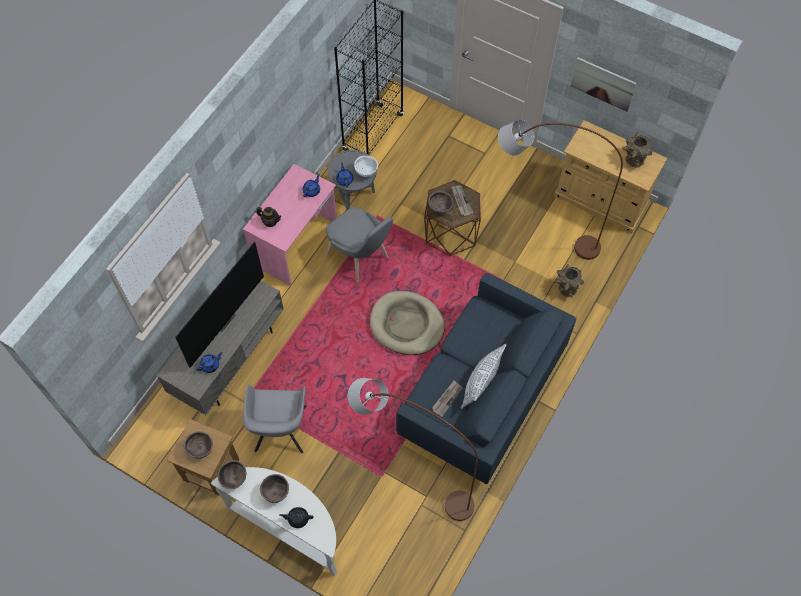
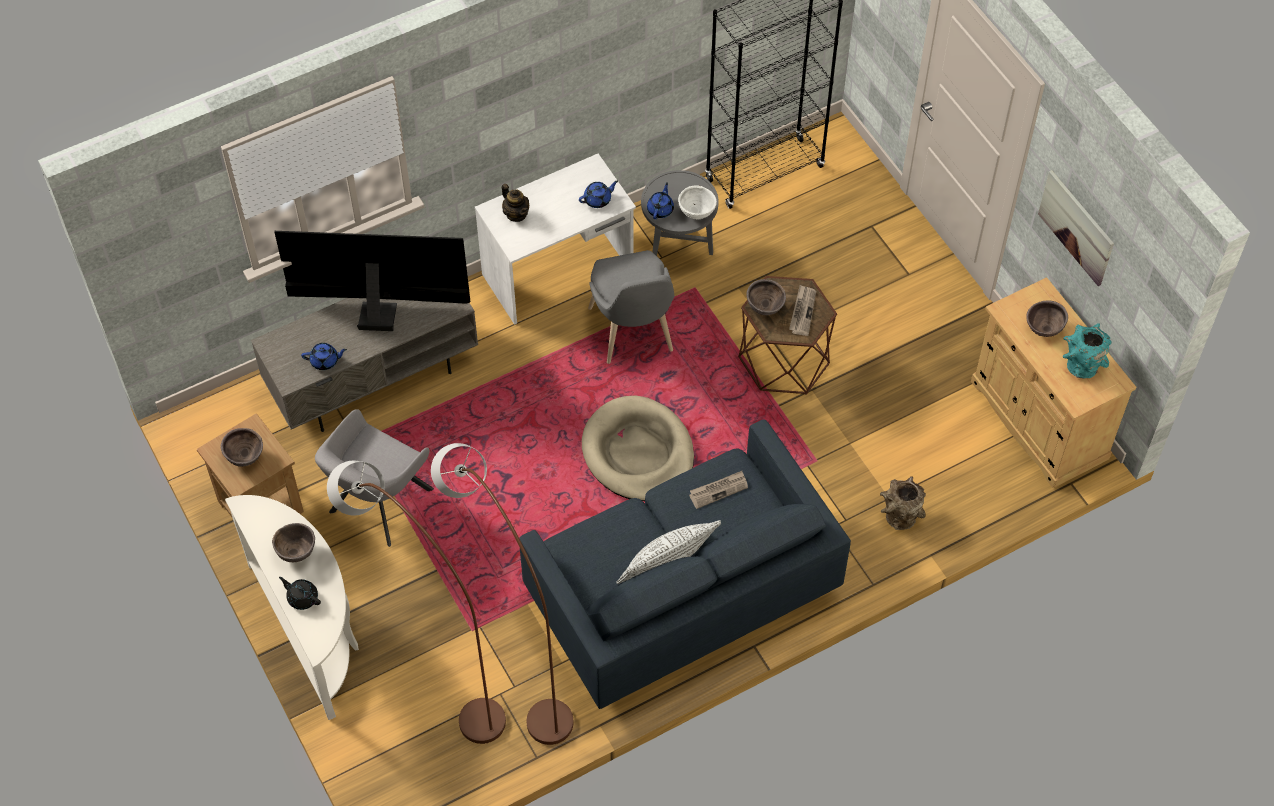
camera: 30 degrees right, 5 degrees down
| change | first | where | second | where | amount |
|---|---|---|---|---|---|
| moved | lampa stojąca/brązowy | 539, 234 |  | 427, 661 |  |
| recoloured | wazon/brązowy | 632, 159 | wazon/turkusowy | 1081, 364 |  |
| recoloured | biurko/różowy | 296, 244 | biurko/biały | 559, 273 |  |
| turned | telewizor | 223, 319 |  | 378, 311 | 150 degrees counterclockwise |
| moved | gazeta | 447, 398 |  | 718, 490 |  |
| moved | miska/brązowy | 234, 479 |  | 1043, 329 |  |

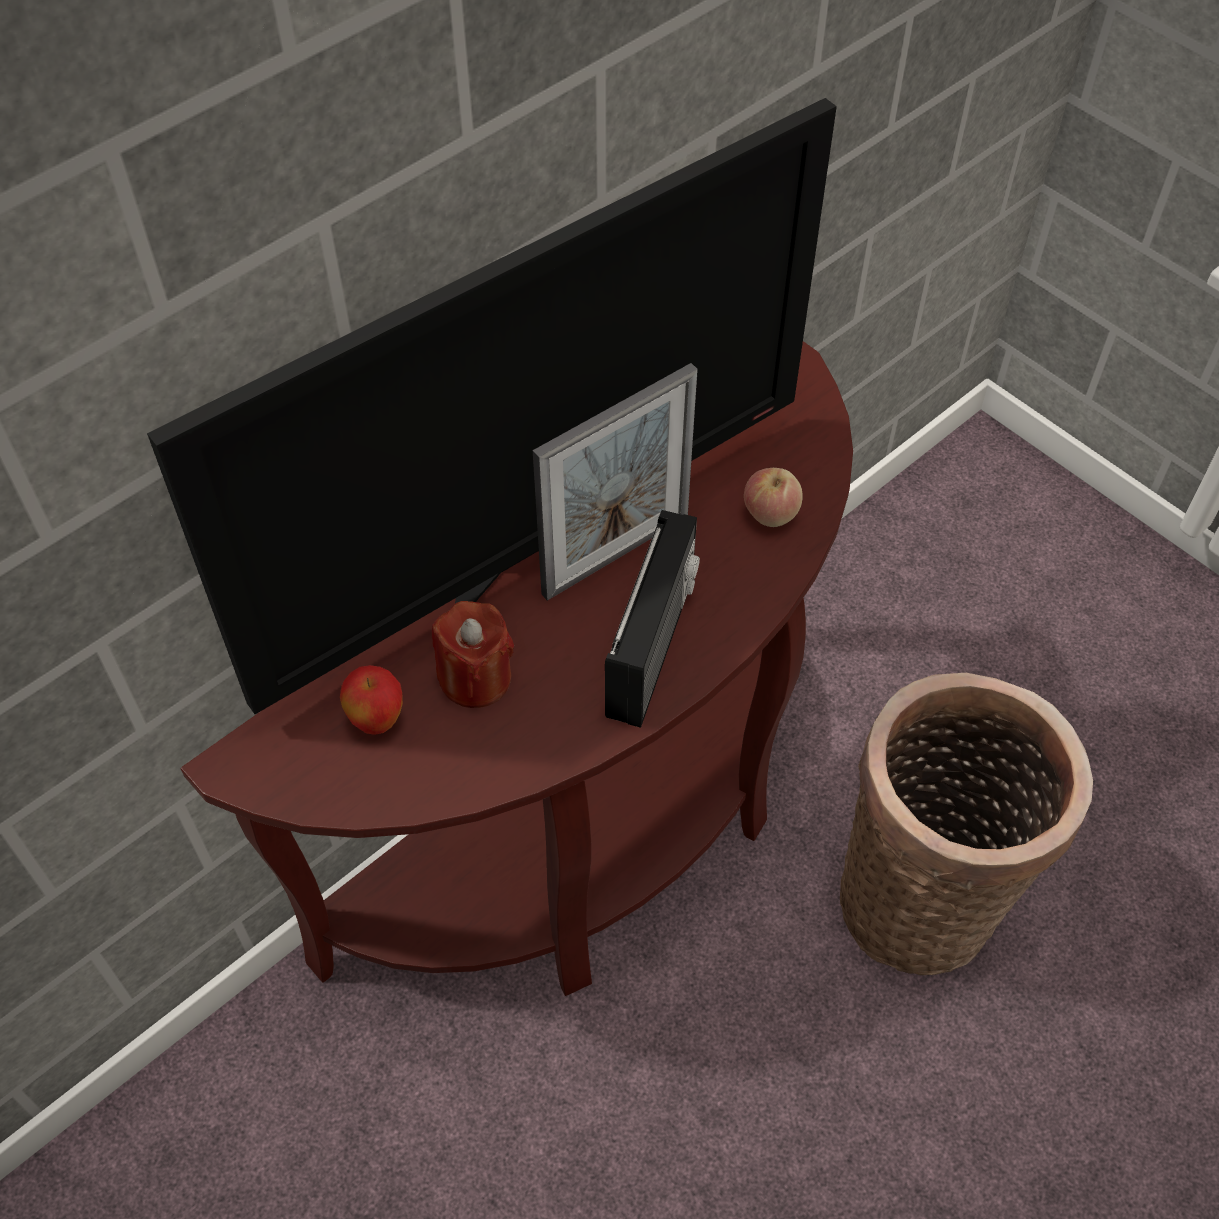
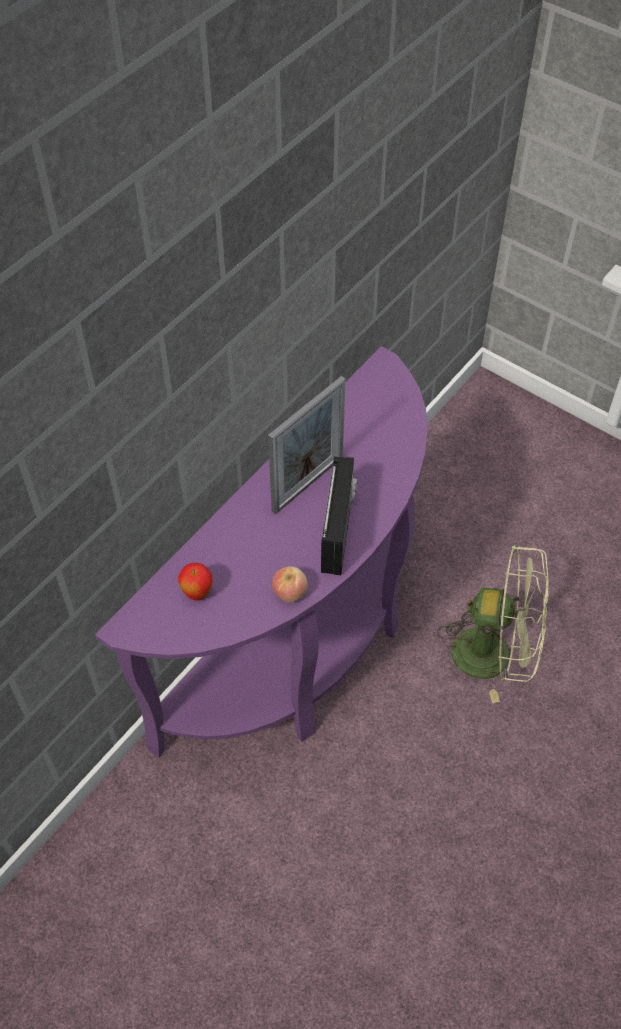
camera: 10 degrees left, 0 degrees up
| change | first | where | second | where | amount |
|---|---|---|---|---|---|
| removed | telewizor | 534, 555 |  |  |  |
| recoloured | stolik konsolowy/brązowy | 597, 835 | stolik konsolowy/fioletowy | 301, 649 |  |
| moved | jabłko | 770, 513 |  | 289, 592 |  |
| removed | świeca/czerwony | 475, 678 |  |  |  |
| replaced | koszyk | 924, 897 | wentylator/zielony | 495, 654 |  |

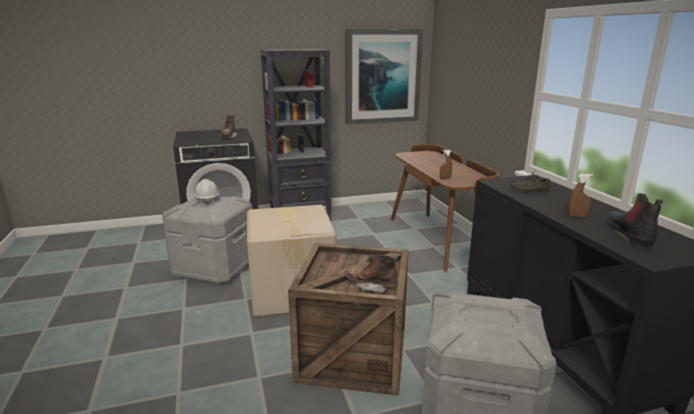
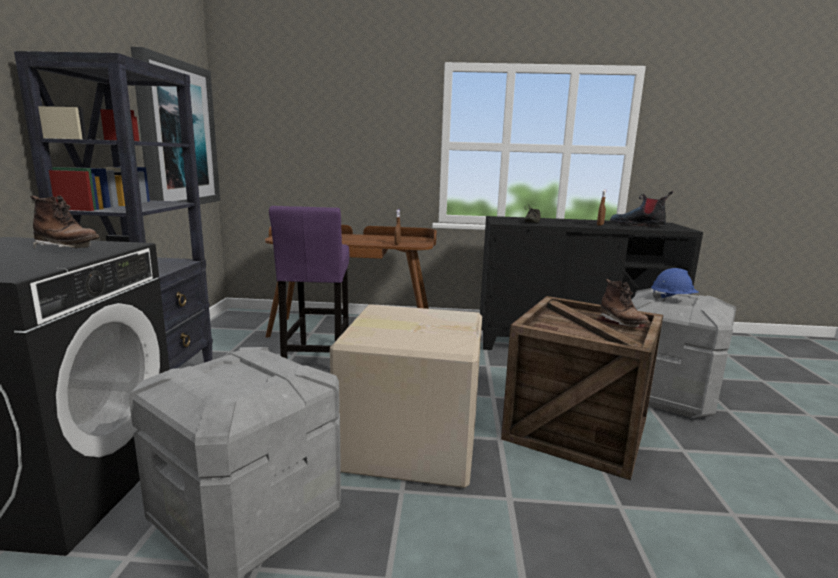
camera: 70 degrees left, 5 degrees down
| change | first | where | second | where | amount |
|---|---|---|---|---|---|
| removed | kask/biały | 207, 200 |  |  |  |
| turned | but z cholewką/brązowy | 370, 286 |  | 621, 324 | 60 degrees counterclockwise |
| added |  |  | stołek/fioletowy | 317, 360 |  |
| added |  |  | kask/niebieski | 672, 298 |  |

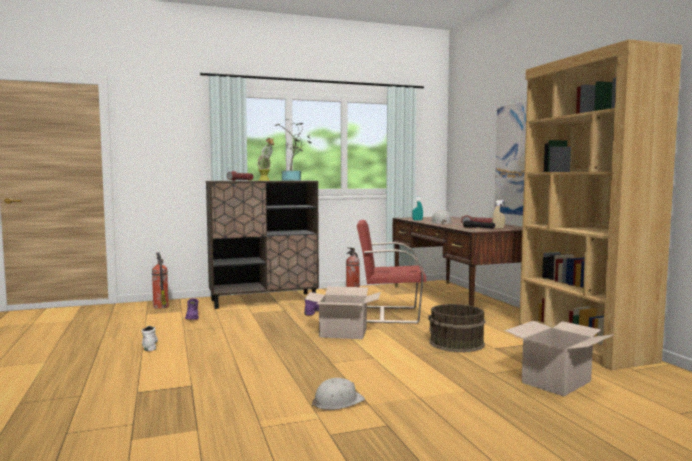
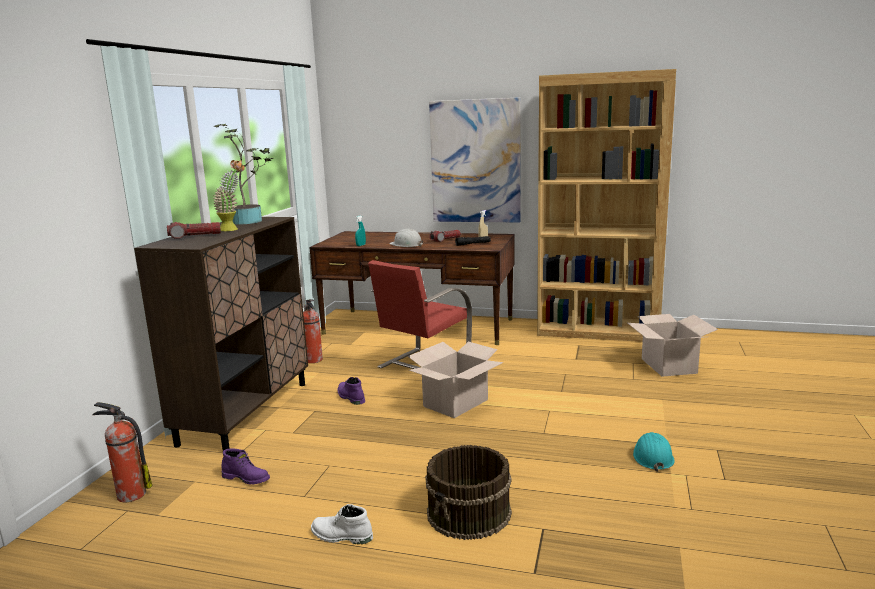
camera: 55 degrees left, 10 degrees up
| change | first | where | second | where | amount |
|---|---|---|---|---|---|
| moved | wiadro/brązowy | 456, 343 |  | 469, 513 |  |
| recoloured | kask/biały | 337, 402 | kask/turkusowy | 652, 457 |  |

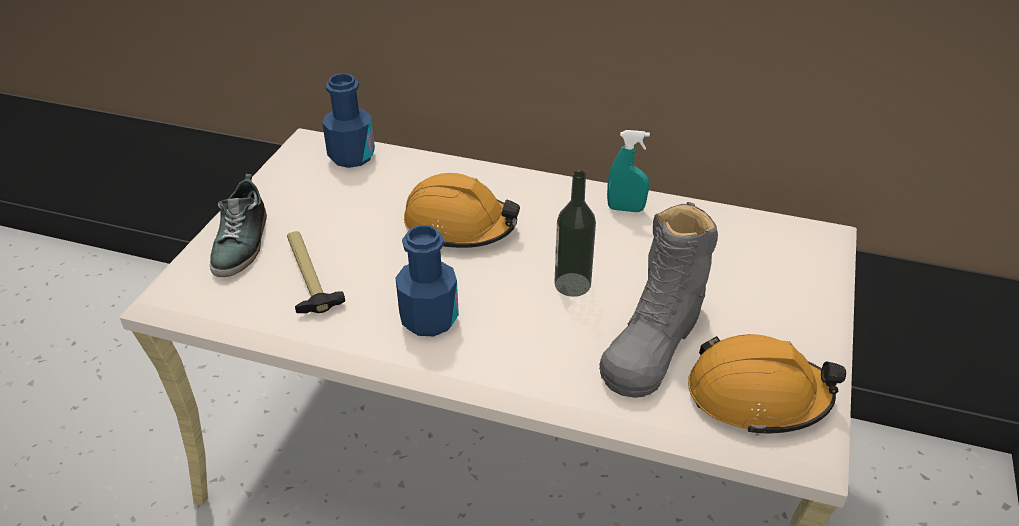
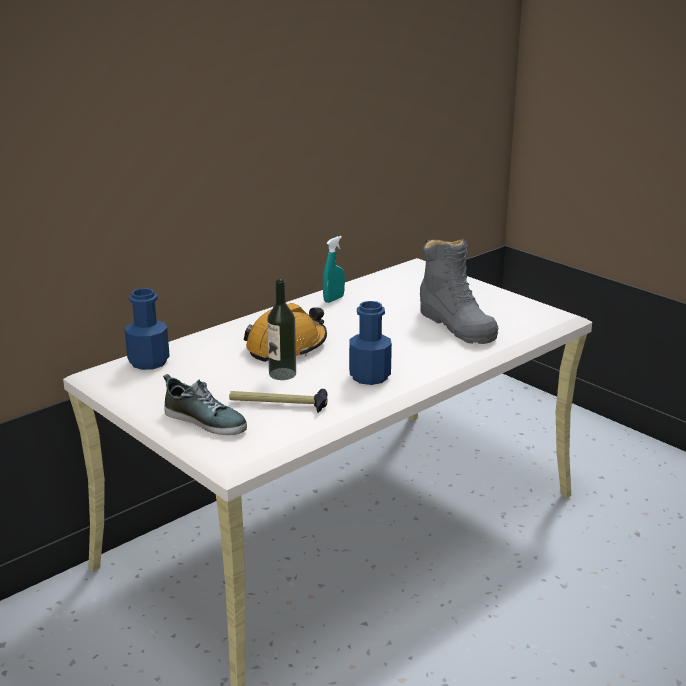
camera: 60 degrees left, 15 degrees down
| change | first | where | second | where | amount |
|---|---|---|---|---|---|
| moved | butelka | 572, 284 |  | 282, 374 |  |
| removed | kask/pomarańczowy | 757, 396 |  |  |  |

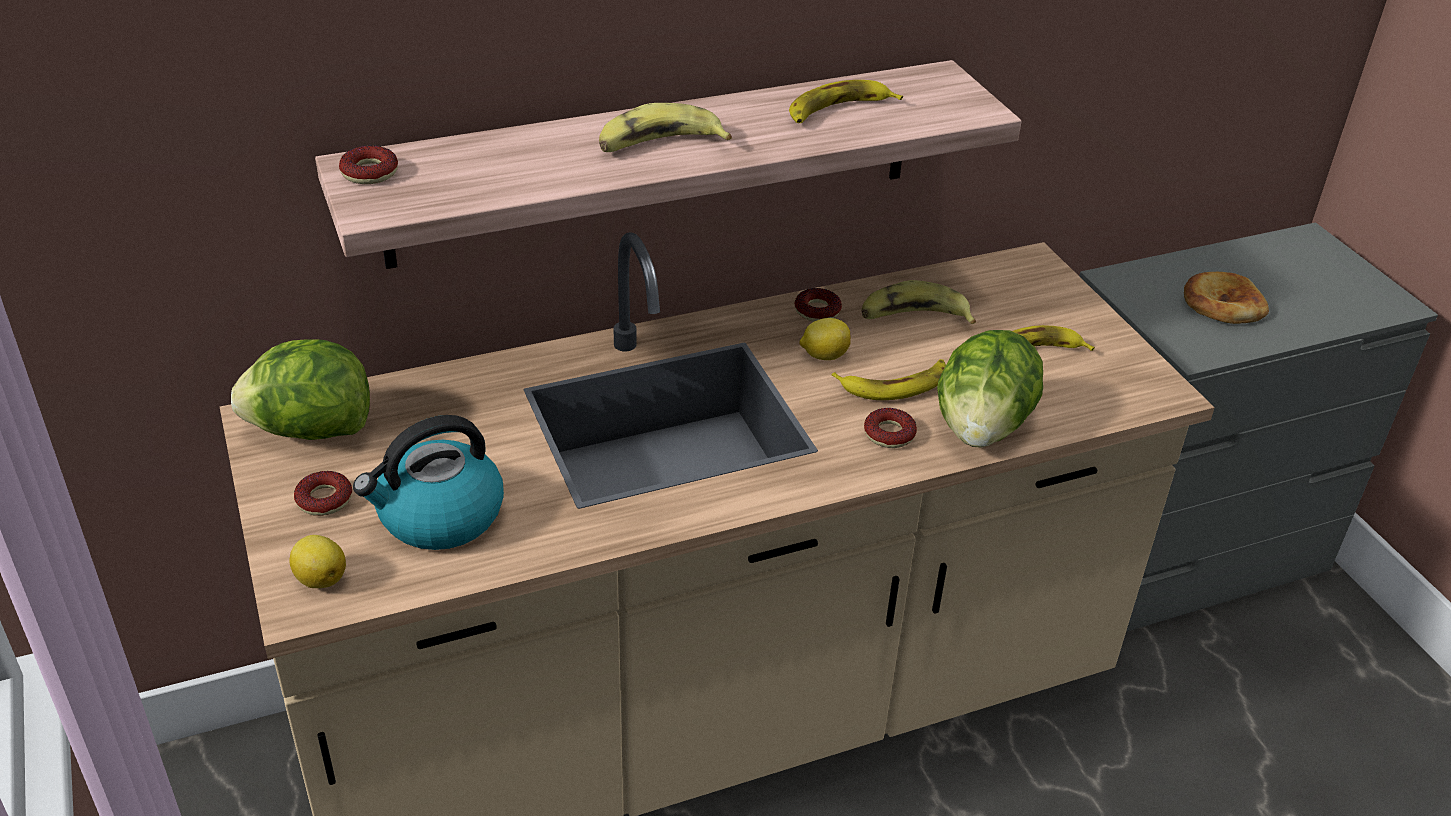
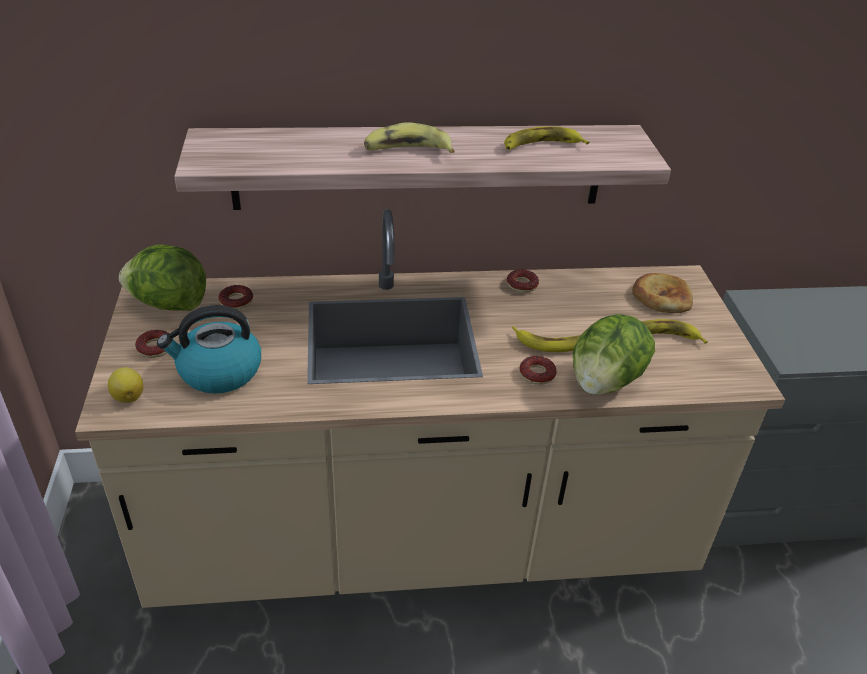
camera: 15 degrees right, 0 degrees up
| change | first | where | second | where | amount |
|---|---|---|---|---|---|
| moved | donut | 369, 172 |  | 236, 301 |  |
| moved | chleb | 1222, 303 |  | 661, 297 |  |
| removed | banan | 913, 318 |  |  |  |
| removed | cytryna | 823, 355 |  |  |  |

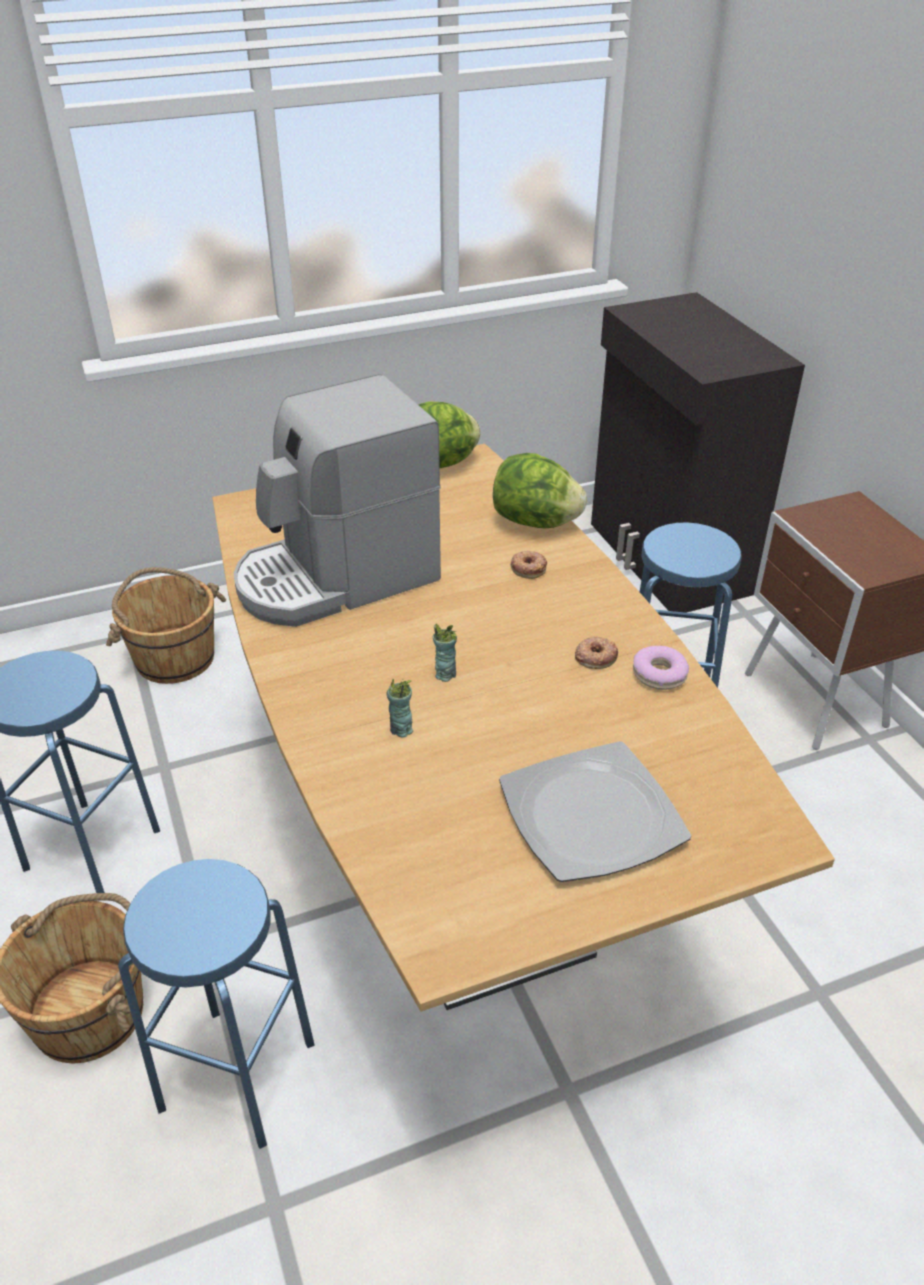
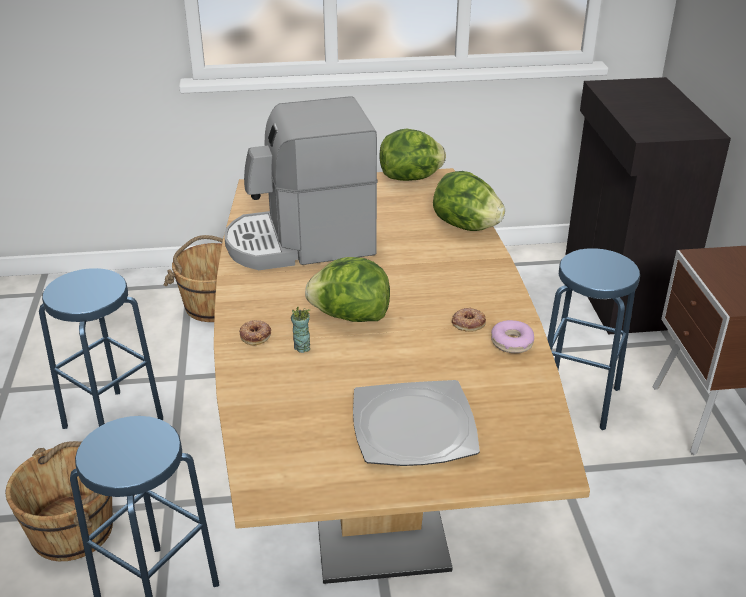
camera: 15 degrees right, 5 degrees down
| change | first | where | second | where | amount |
|---|---|---|---|---|---|
| moved | donut | 528, 568 |  | 255, 335 |  |
| replaced | filiżanka | 445, 674 | sałata | 350, 317 |  |

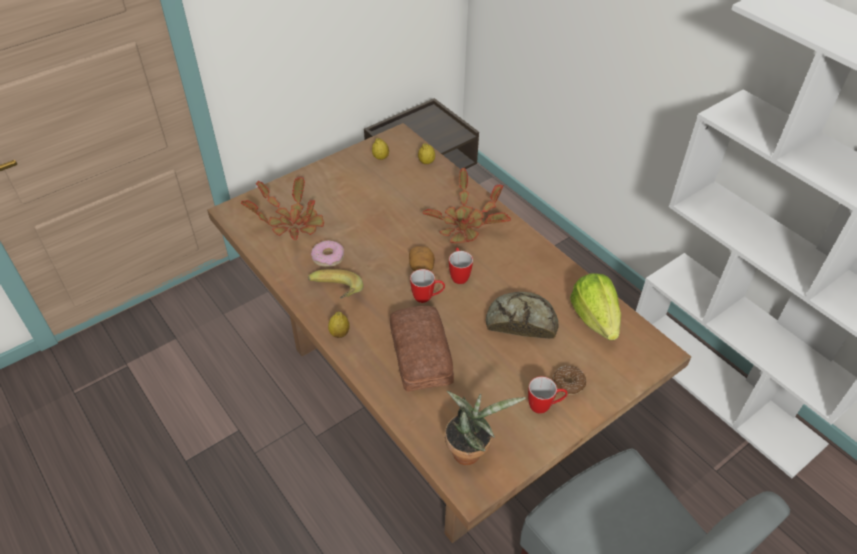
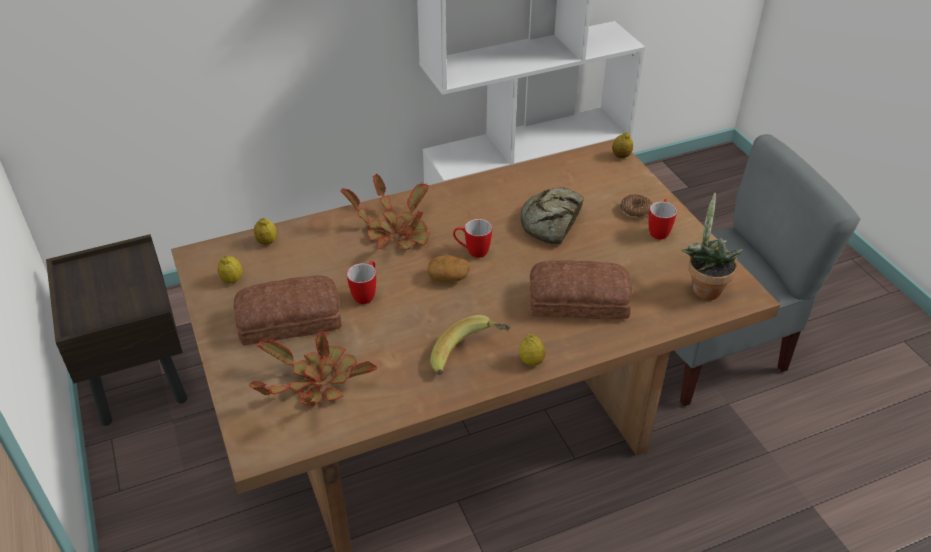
camera: 75 degrees left, 5 degrees down
| change | first | where | second | where | amount |
|---|---|---|---|---|---|
| removed | donut | 328, 257 |  |  |  |
| moved | kubek | 427, 297 |  | 366, 294 |  |
| removed | sałata | 595, 318 |  |  |  |
| added |  |  | cytryna | 621, 156 |  |
| added |  |  | chleb | 290, 321 |  |

